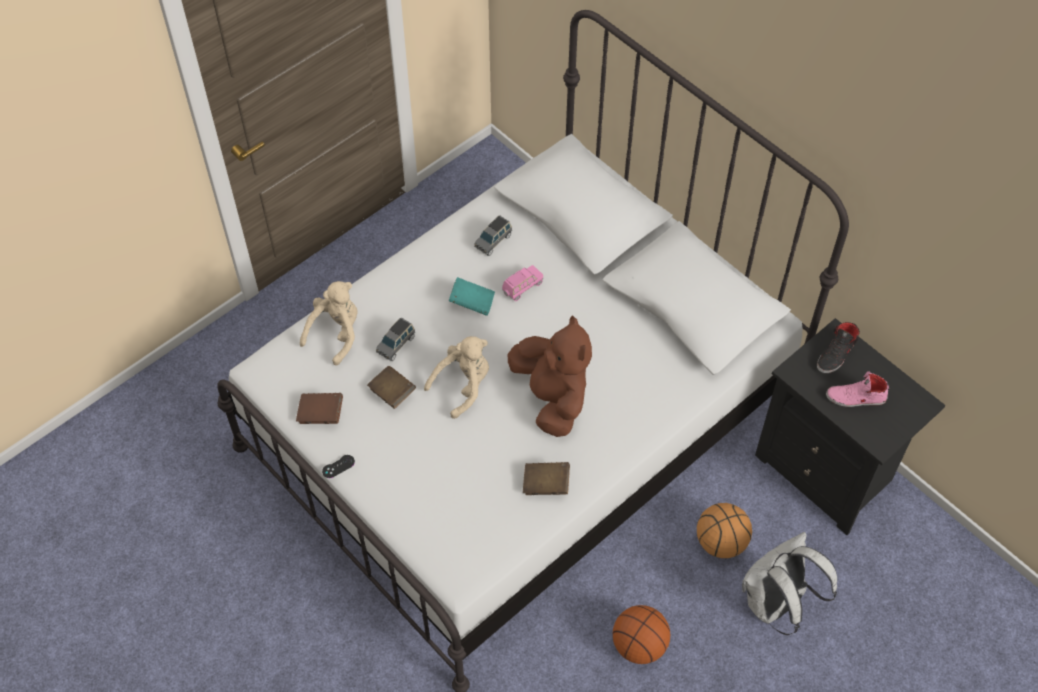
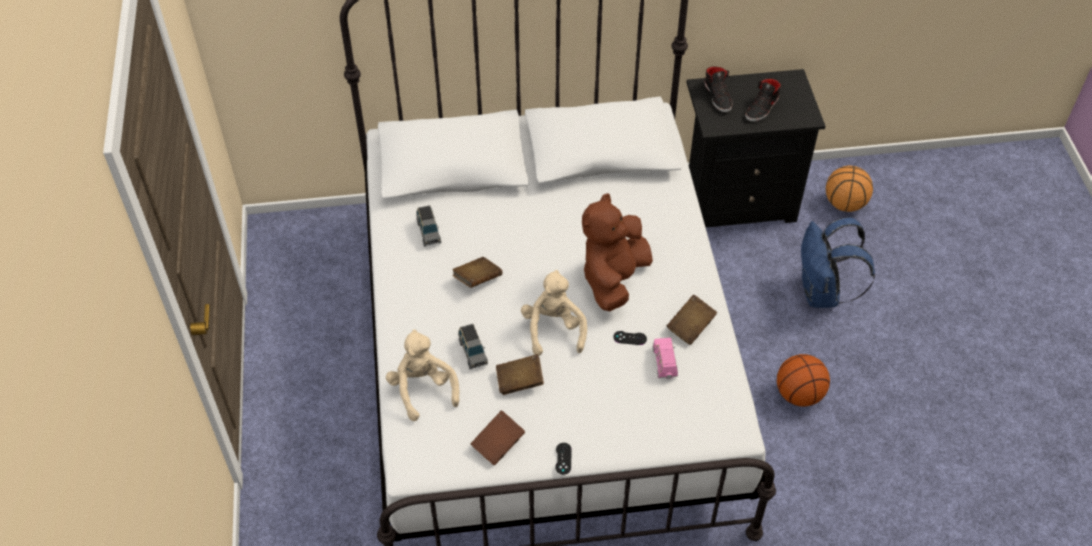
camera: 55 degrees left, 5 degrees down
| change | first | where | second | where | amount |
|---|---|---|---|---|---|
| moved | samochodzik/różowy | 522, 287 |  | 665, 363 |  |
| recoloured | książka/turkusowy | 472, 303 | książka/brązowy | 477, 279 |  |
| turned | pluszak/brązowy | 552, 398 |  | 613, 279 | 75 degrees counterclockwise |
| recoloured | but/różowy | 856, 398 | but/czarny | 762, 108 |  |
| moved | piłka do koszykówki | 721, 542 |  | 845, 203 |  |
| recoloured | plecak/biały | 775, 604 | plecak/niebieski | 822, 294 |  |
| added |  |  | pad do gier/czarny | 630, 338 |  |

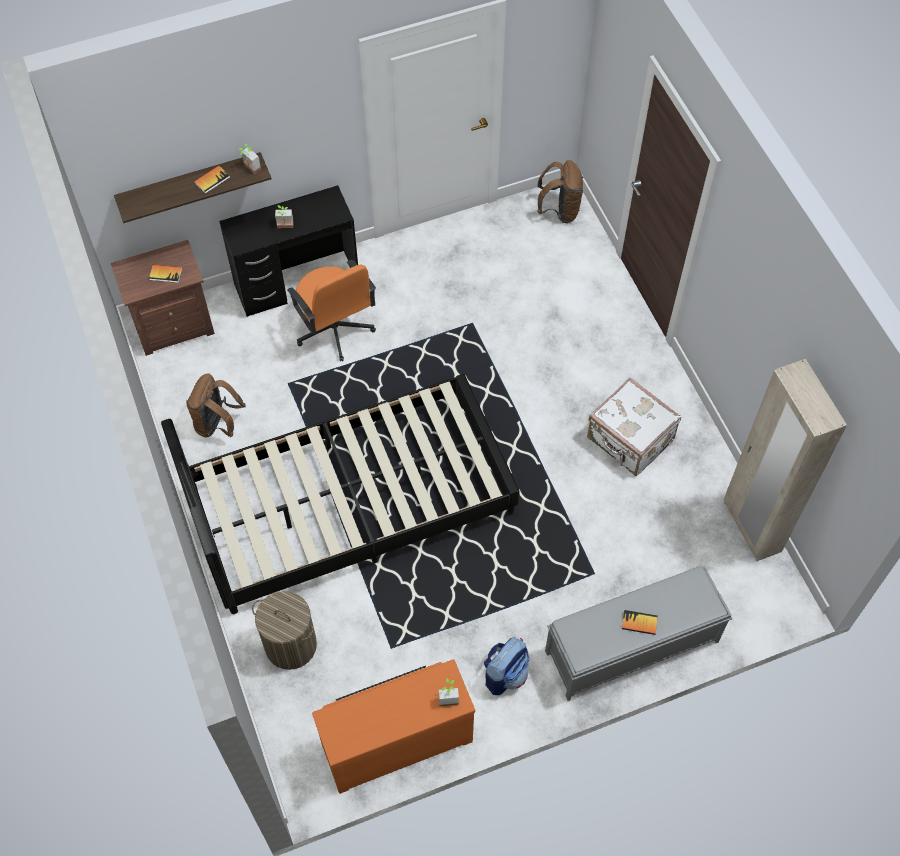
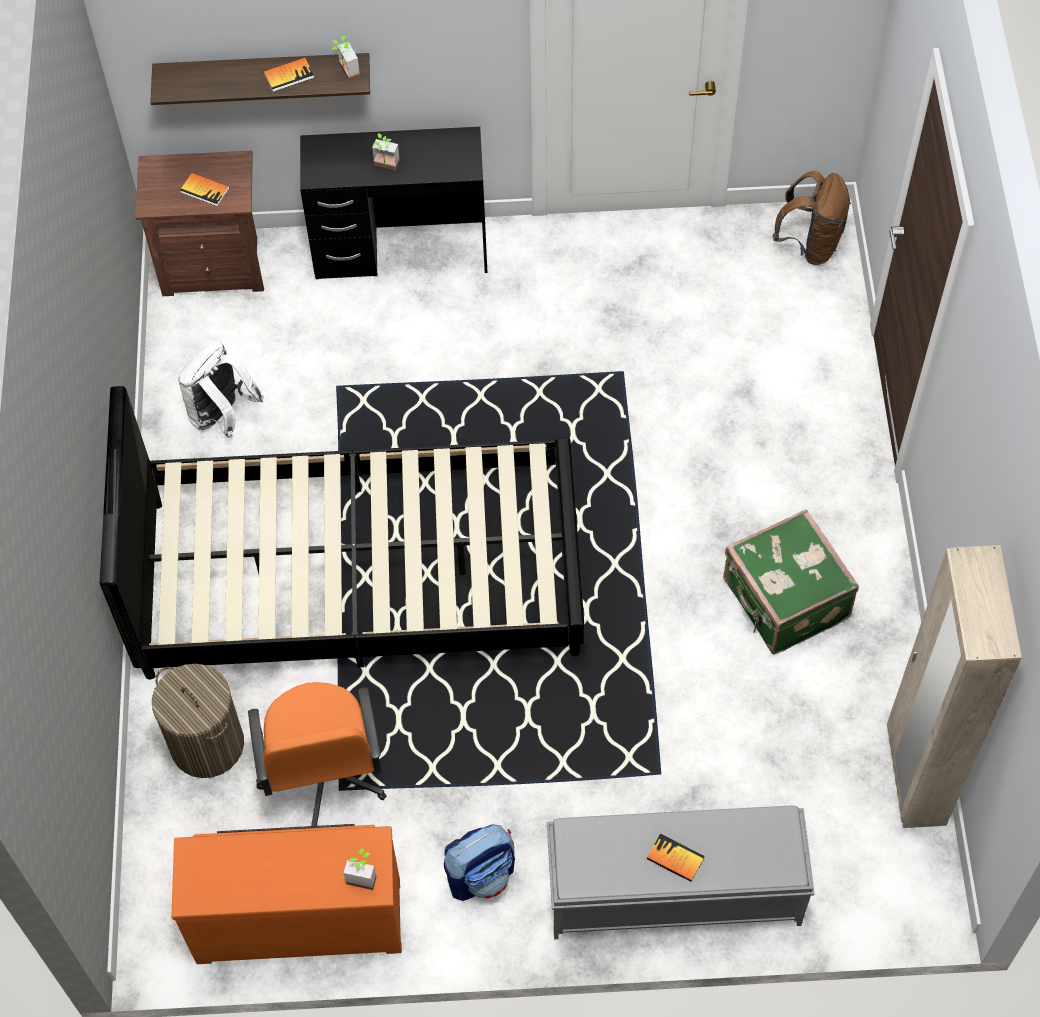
camera: 20 degrees right, 0 degrees up
| change | first | where | second | where | amount |
|---|---|---|---|---|---|
| moved | krzesło biurowe/pomarańczowy | 334, 329 |  | 323, 776 |  |
| recoloured | plecak/brązowy | 217, 424 | plecak/biały | 222, 416 |  |
| recoloured | walizka/biały | 629, 441 | walizka/zielony | 784, 601 |  |

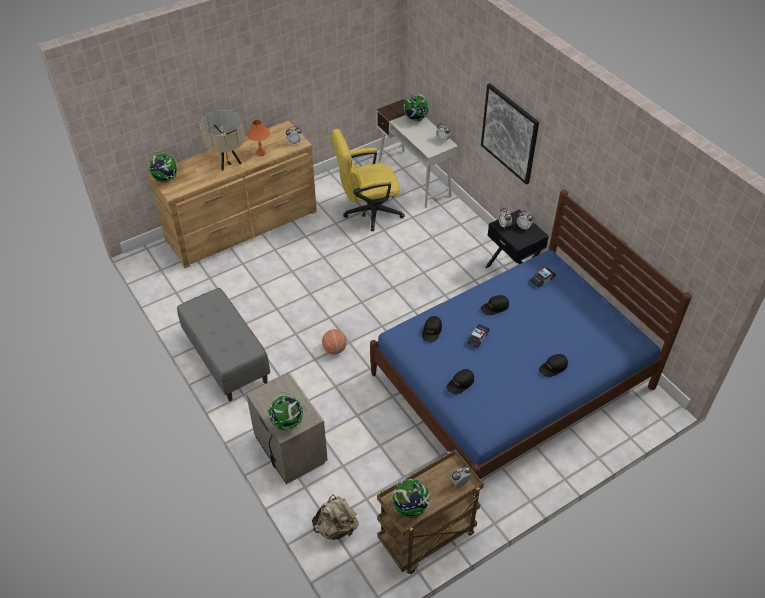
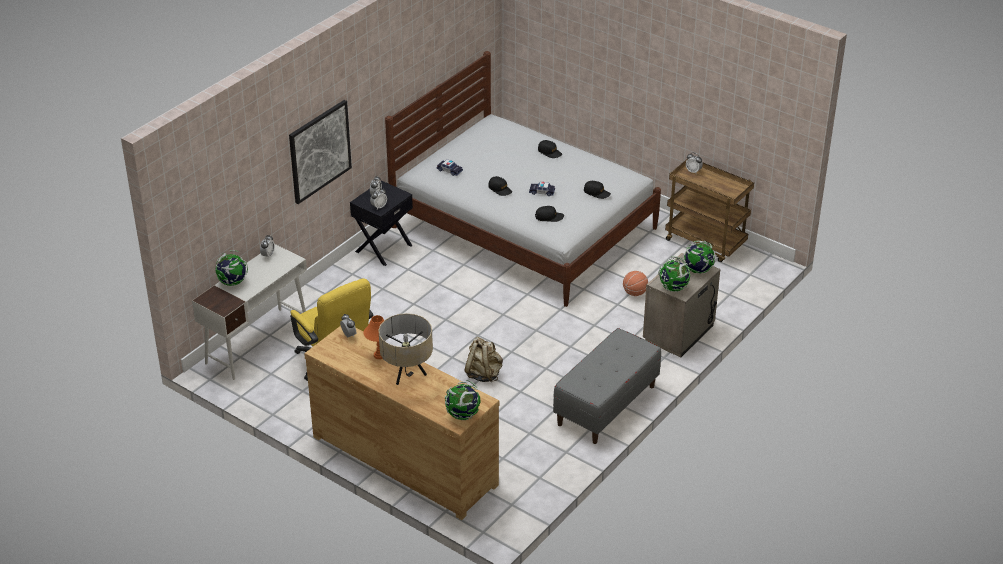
camera: 110 degrees left, 10 degrees down
| change | first | where | second | where | amount |
|---|---|---|---|---|---|
| recoloured | łóżko/niebieski | 511, 381 | łóżko/biały | 524, 227 |  |
| moved | piłka do koszykówki | 334, 349 |  | 635, 293 |  |
| moved | globus | 410, 508 |  | 673, 288 |  |
| moved | plecak/beżowy | 336, 527 |  | 483, 374 |  |

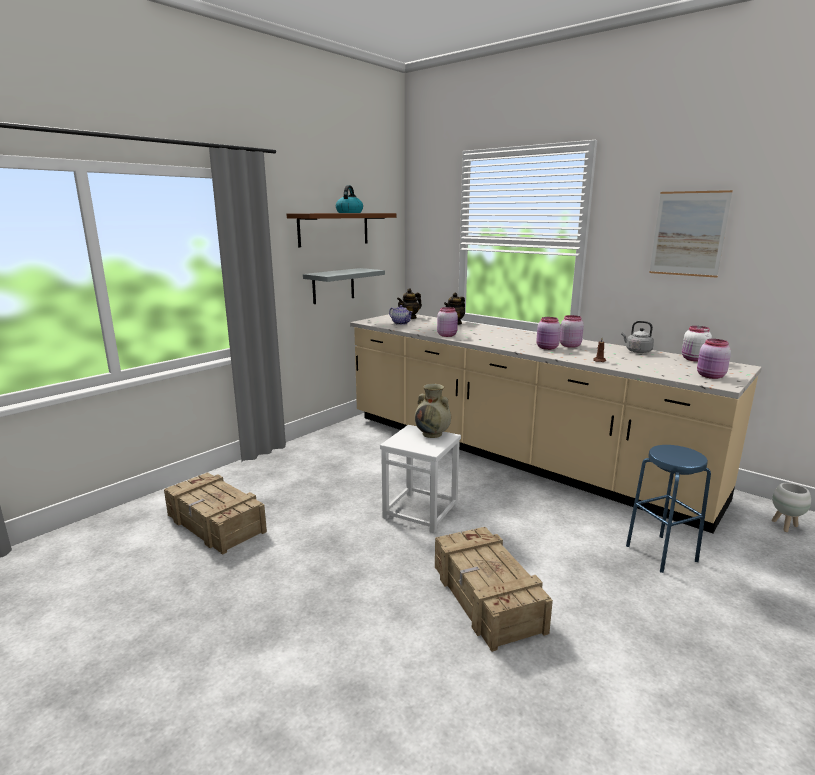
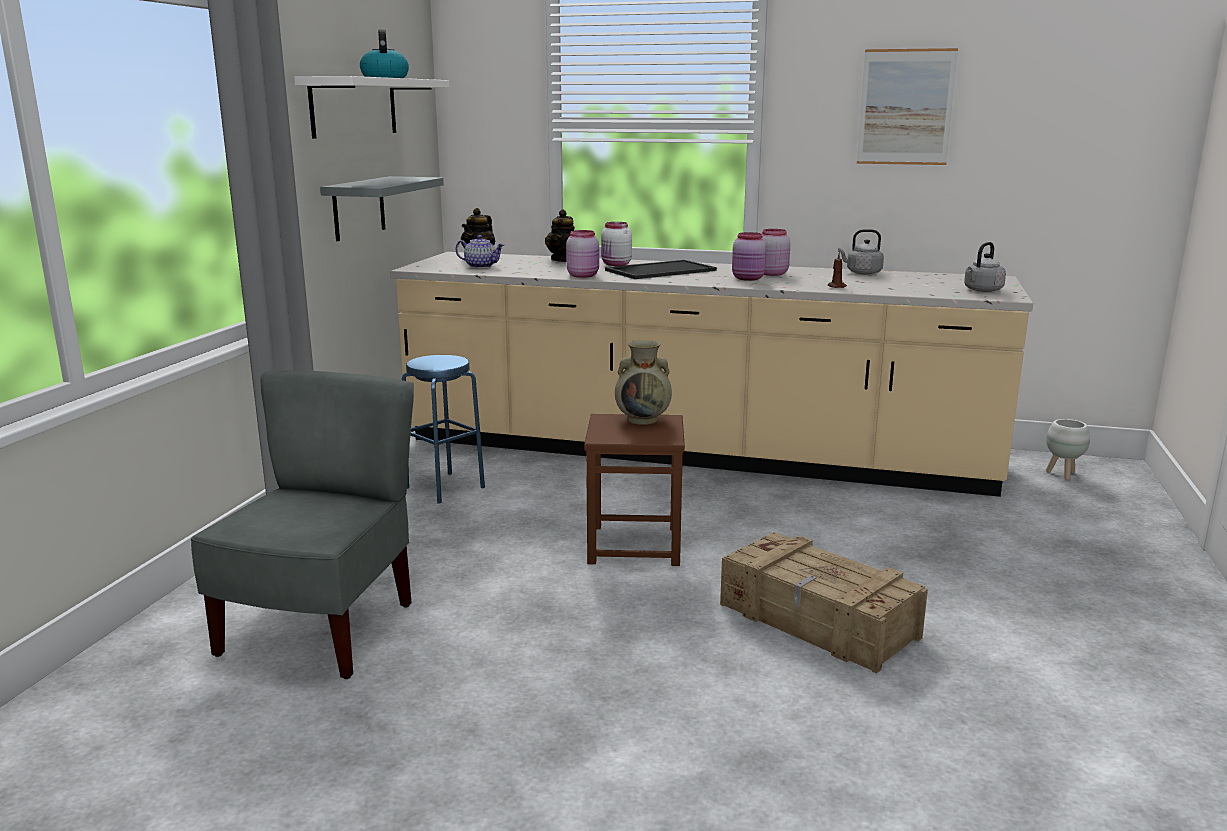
camera: 25 degrees left, 0 degrees up
| change | first | where | second | where | amount |
|---|---|---|---|---|---|
| recoloured | półka/brązowy | 334, 229 | półka/biały | 354, 107 |  |
| moved | słoik/biały | 693, 359 |  | 616, 264 |  |
| replaced | słoik/różowy | 710, 376 | czajnik/szary | 982, 290 |  |
| recoloured | stołek/biały | 421, 511 | stołek/brązowy | 635, 545 |  |
| moved | stołek/niebieski | 661, 553 |  | 445, 487 |  |
| replaced | skrzynka | 215, 524 | krzesło/szary | 321, 630 |  |
| added |  |  | taca | 660, 270 |  |

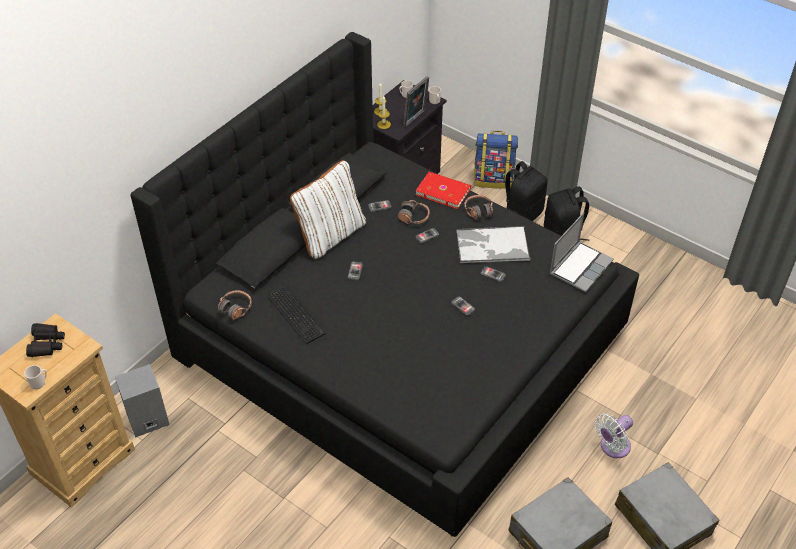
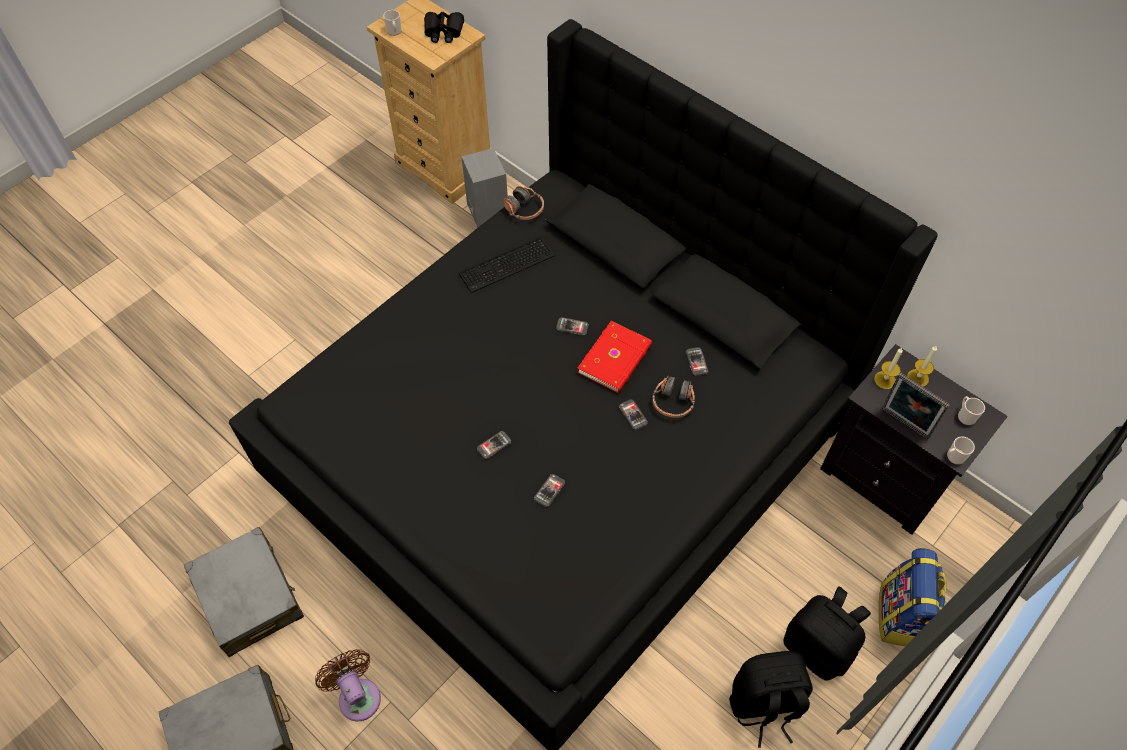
camera: 95 degrees right, 10 degrees up
| change | first | where | second | where | amount |
|---|---|---|---|---|---|
| removed | poduszka/biały | 330, 235 |  |  |  |
| moved | książka/czerwony | 443, 191 |  | 616, 359 |  |
| removed | słuchawki | 478, 211 |  |  |  |
| removed | laptop | 580, 267 |  |  |  |
| removed | taca | 491, 246 |  |  |  |
| recoloured | wentylator/biały | 612, 447 | wentylator/brązowy | 357, 695 |  |

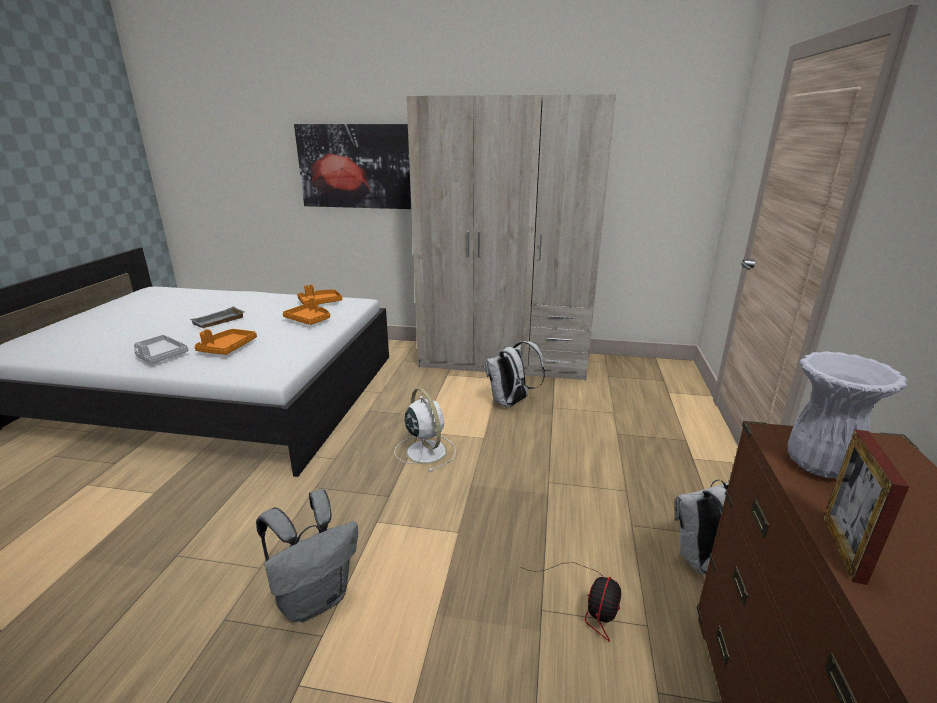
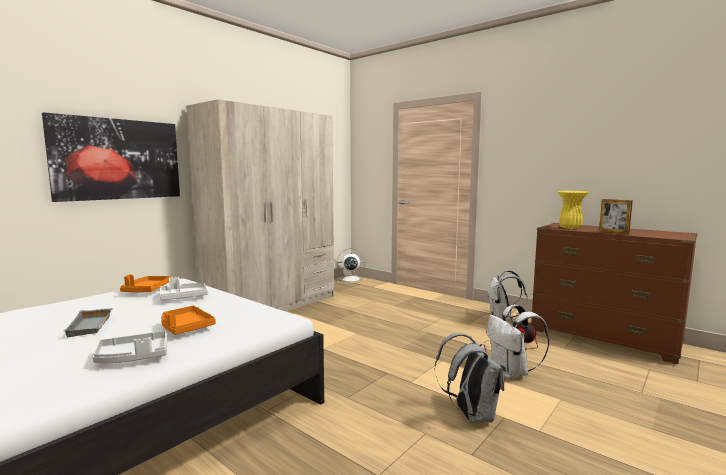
camera: 60 degrees left, 15 degrees down
| change | first | where | second | where | amount |
|---|---|---|---|---|---|
| recoloured | taca/pomarańczowy | 309, 320 | taca/biały | 183, 297 |  |
| moved | plecak/biały | 511, 403 |  | 512, 372 |  |
| recoloured | wazon/biały | 818, 466 | wazon/żółty | 570, 228 |  |
| moved | wentylator/biały | 425, 451 |  | 350, 279 |  |

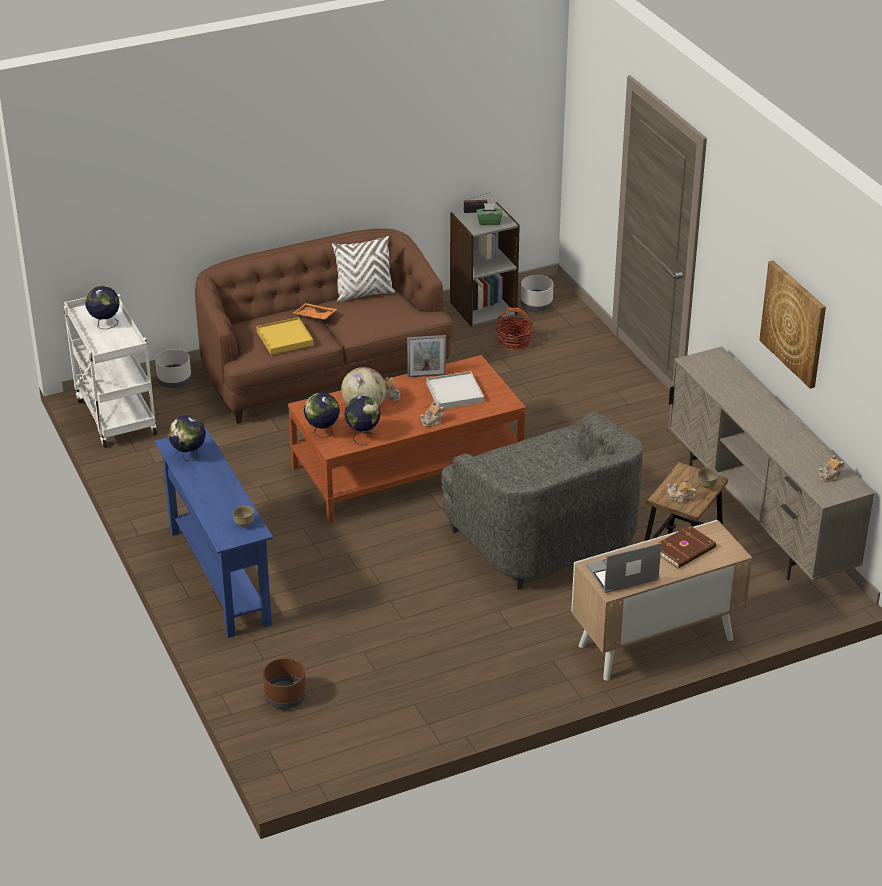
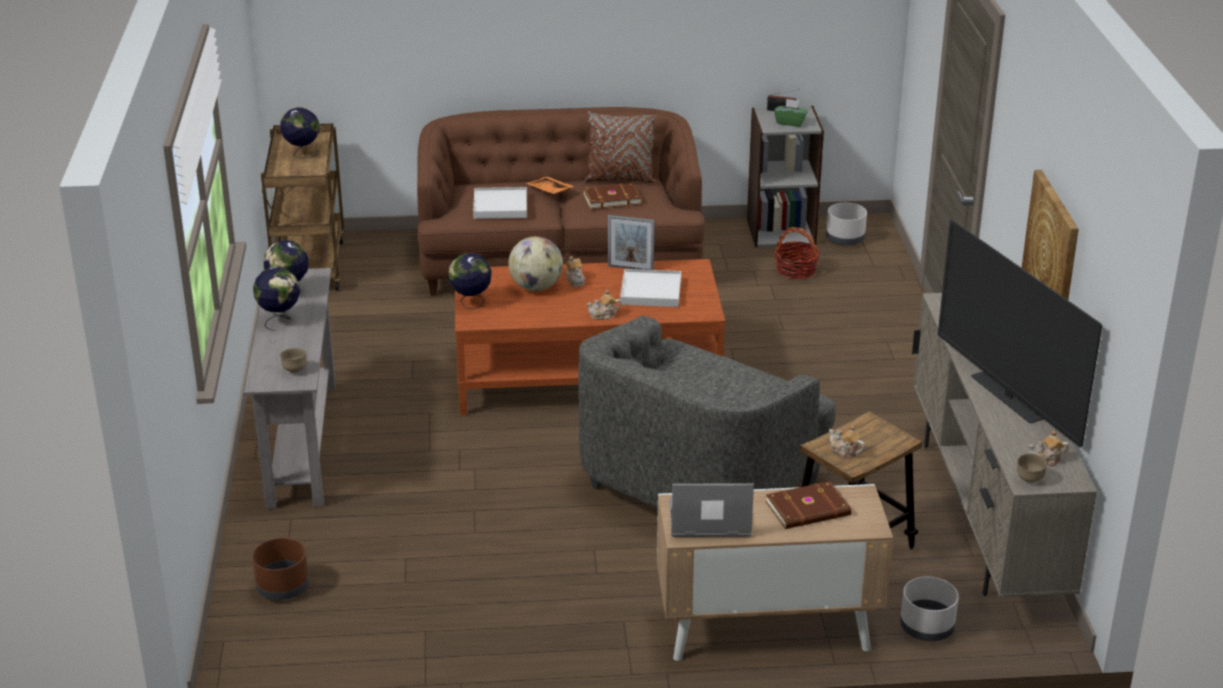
camera: 20 degrees right, 5 degrees down
| change | first | where | second | where | amount |
|---|---|---|---|---|---|
| recoloured | poduszka/biały | 364, 294 | poduszka/brązowy | 619, 179 |  |
| recoloured | wózek/biały | 114, 416 | wózek/brązowy | 309, 265 |  |
| recoloured | taca/żółty | 284, 338 | taca/biały | 500, 206 |  |
| moved | donica/szary | 174, 381 |  | 927, 627 |  |
| moved | globus | 363, 436 |  | 279, 320 |  |
| turned | fotel/szary | 542, 538 |  | 698, 481 | 45 degrees clockwise |
| recoloured | stolik konsolowy/niebieski | 218, 577 | stolik konsolowy/szary | 301, 444 |  |
| moved | miska/brązowy | 706, 486 |  | 1029, 480 |  |
| added |  |  | książka/brązowy | 611, 198 |  |
| added |  |  | telewizor | 1007, 397 |  |

